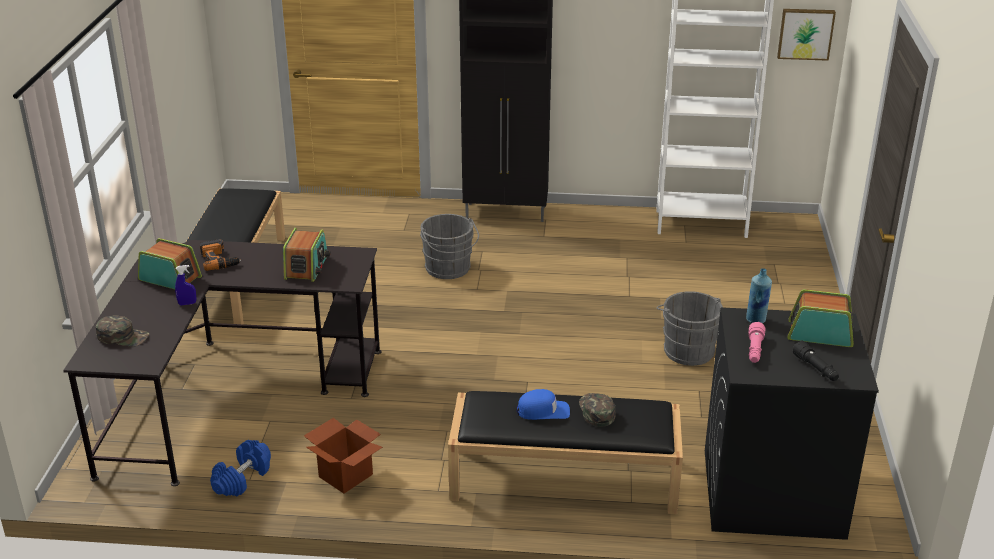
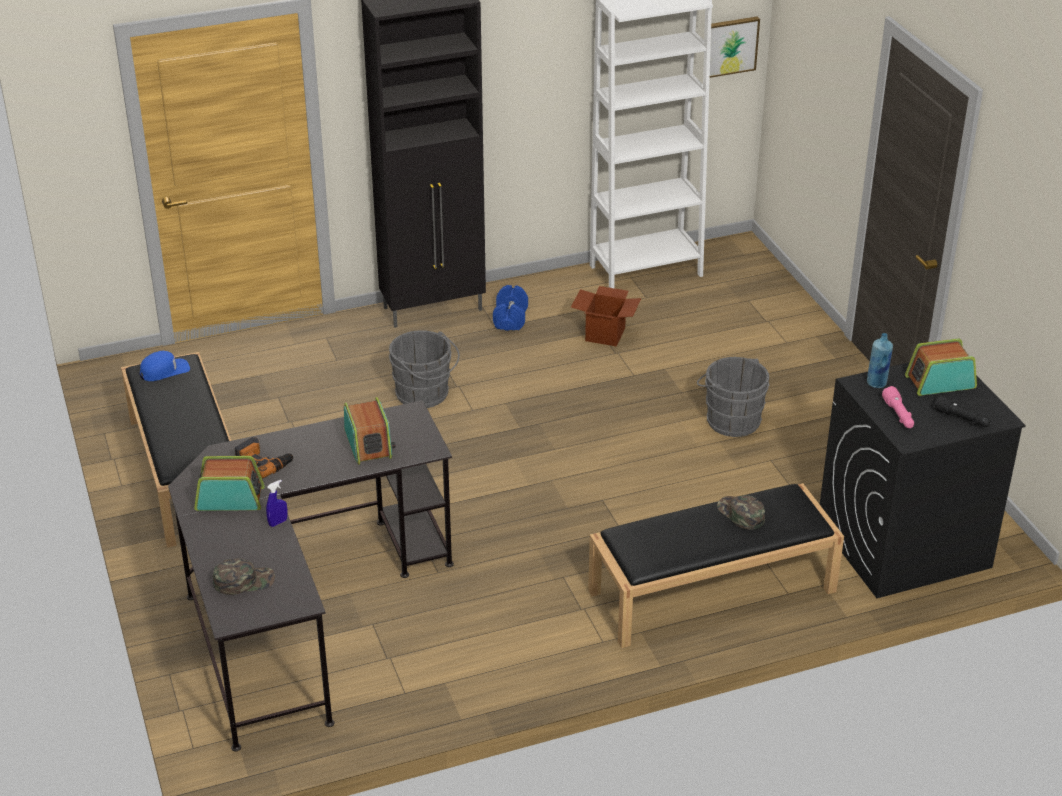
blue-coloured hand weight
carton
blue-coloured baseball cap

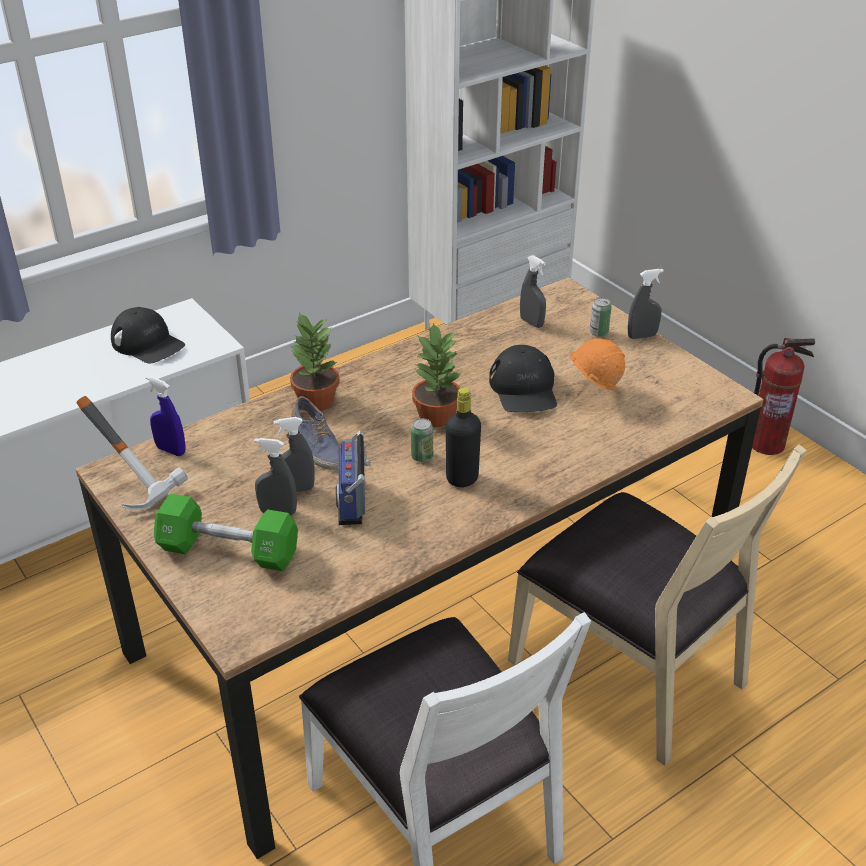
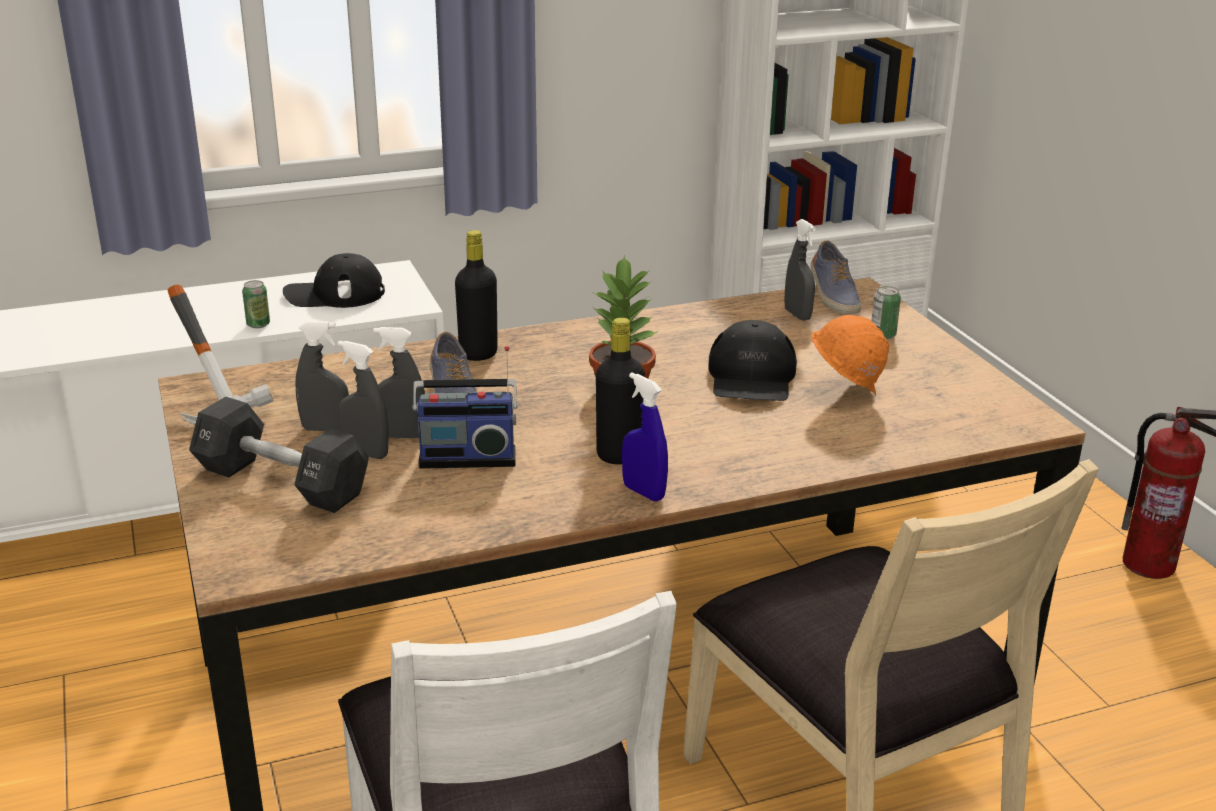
item of footwear (2nd from left)
blue-coloured sprayer
metal can (1st from left)
greyish sprayer (1st from left)
blackish drink bottle (1st from left)
blackish hand weight
blackish baseball cap (1st from left)
radio

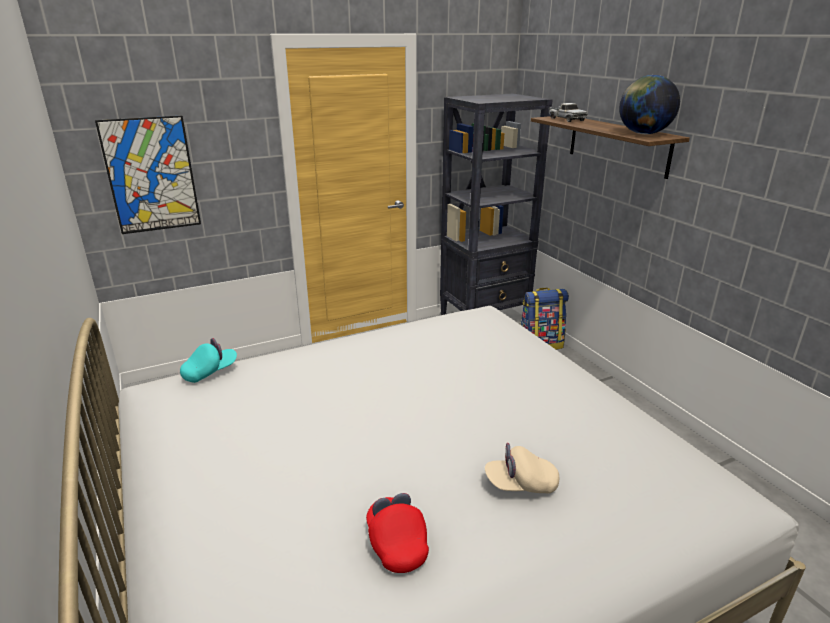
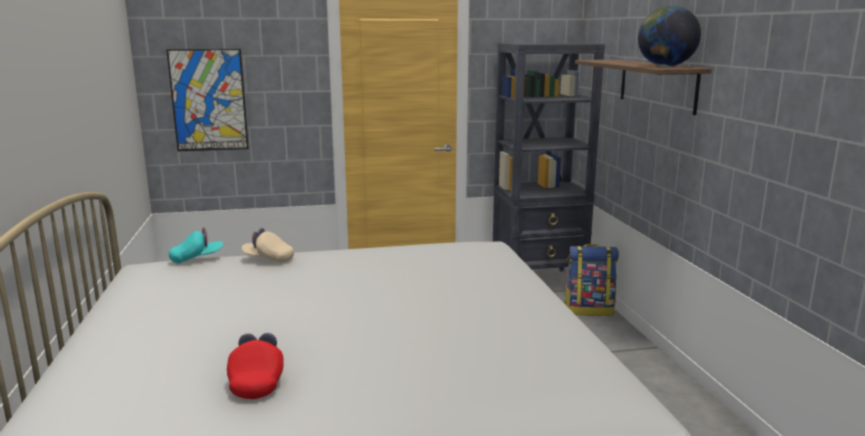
model truck
beige-coloured baseball cap

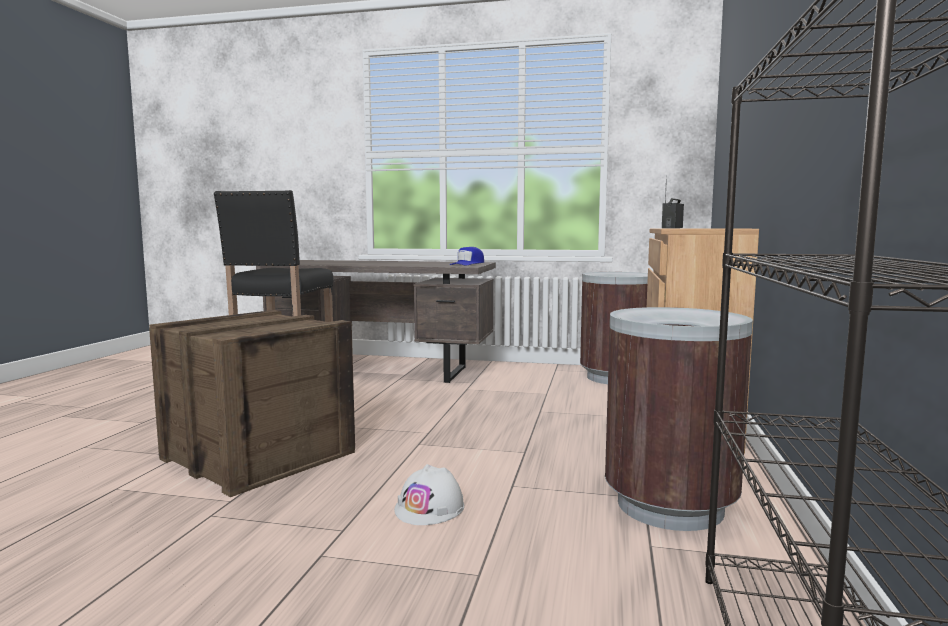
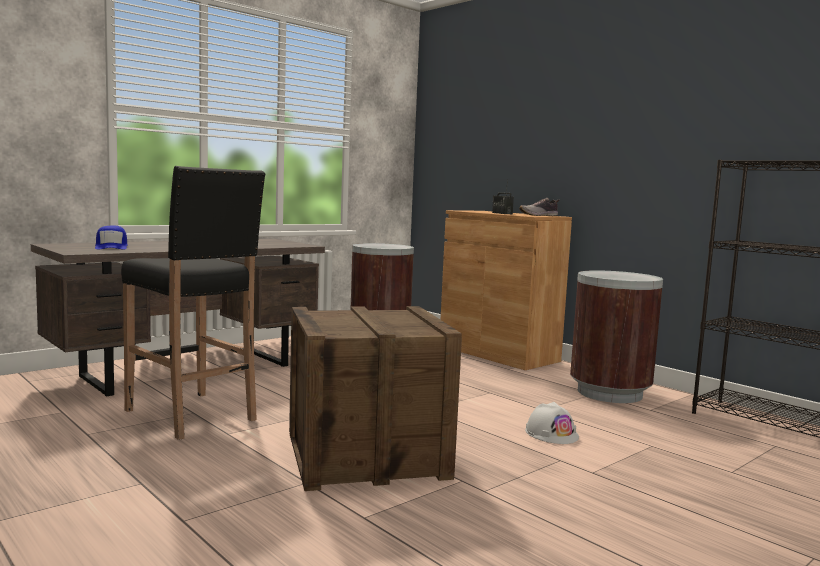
item of footwear
blue-coloured baseball cap

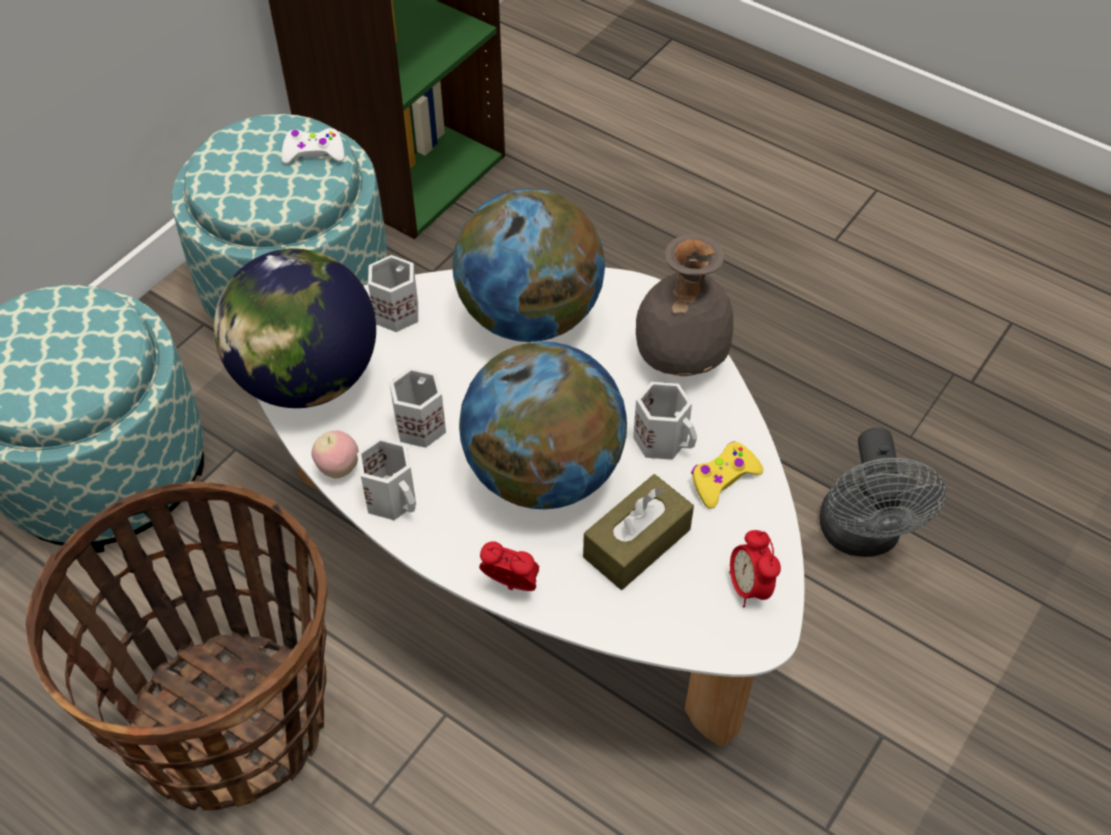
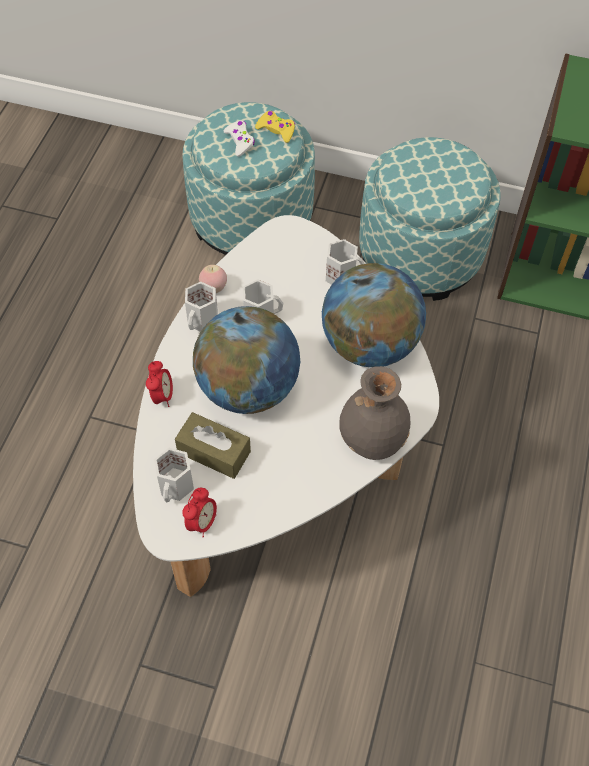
storage basket
globe (1st from left in the first image)
greyish fan
white joypad
white mug (1st from left)
yellow joypad
table clock (2nd from left)

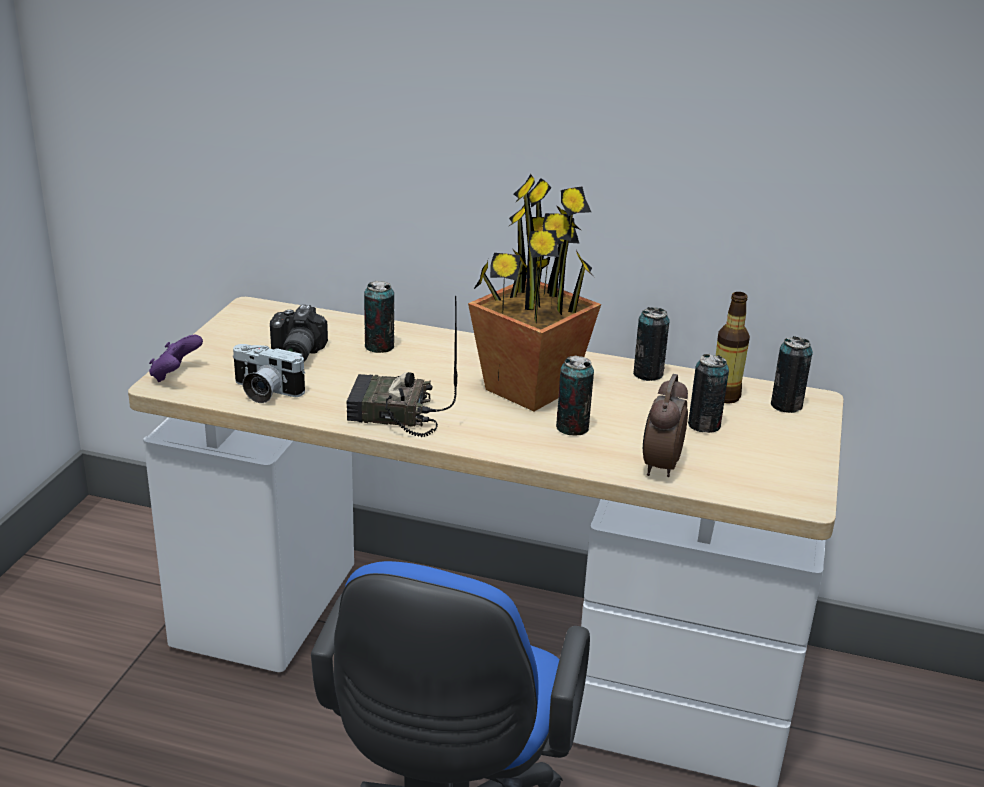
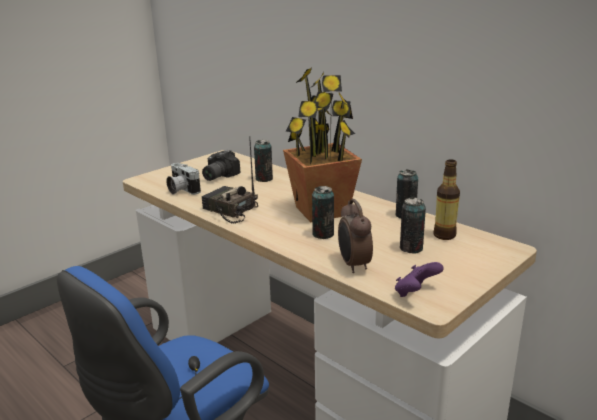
metal can (5th from left in the first image)
purple-coloured joypad
table clock

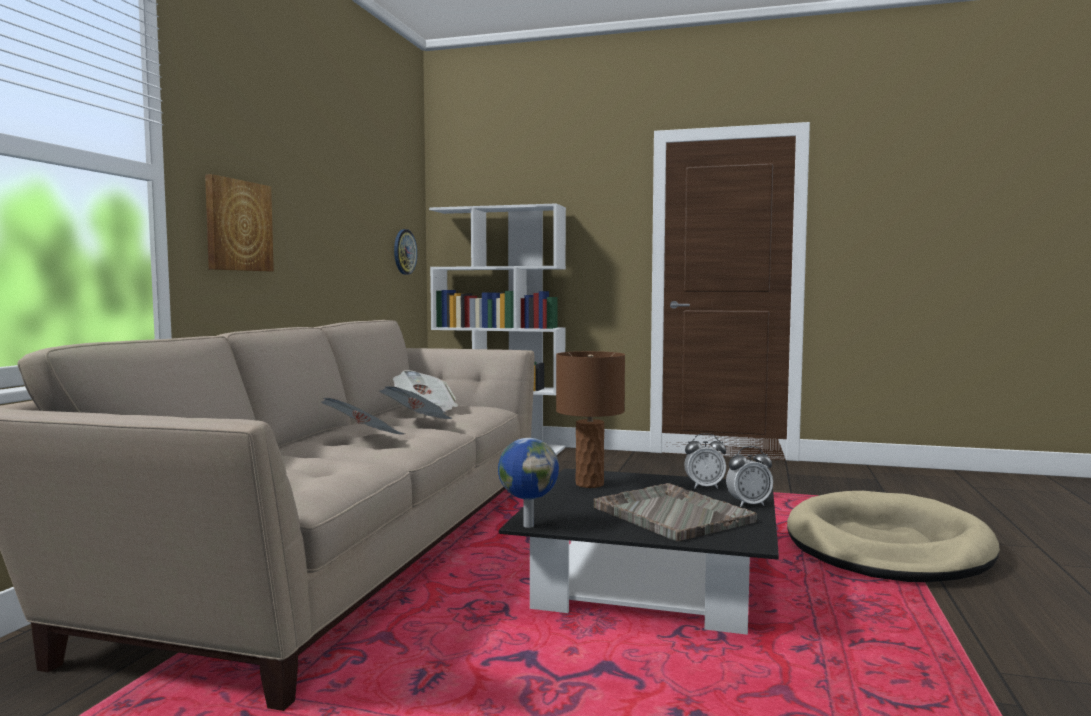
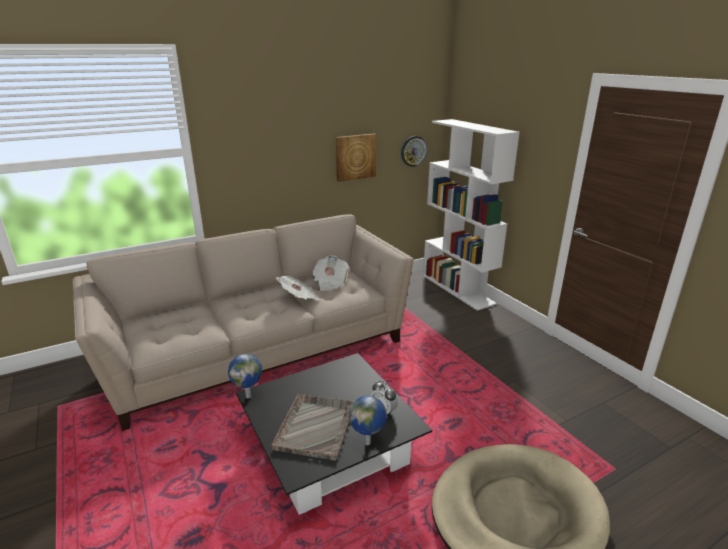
printed paper (1st from left in the first image)
brown-coloured tabletop lamp
picture
globe (2nd from left)

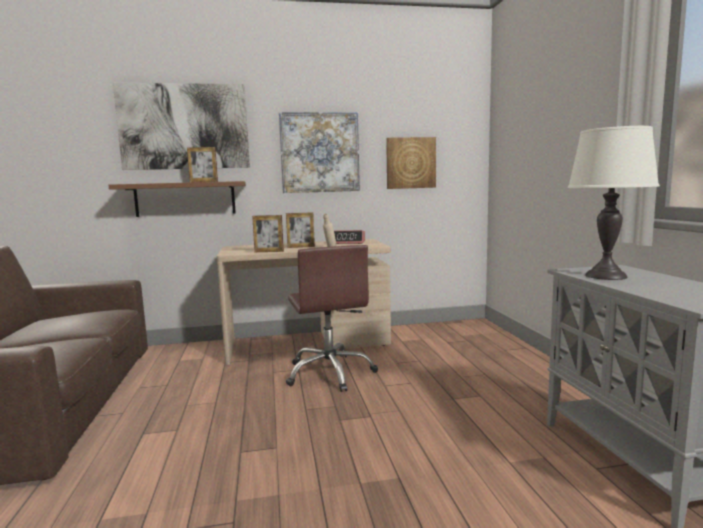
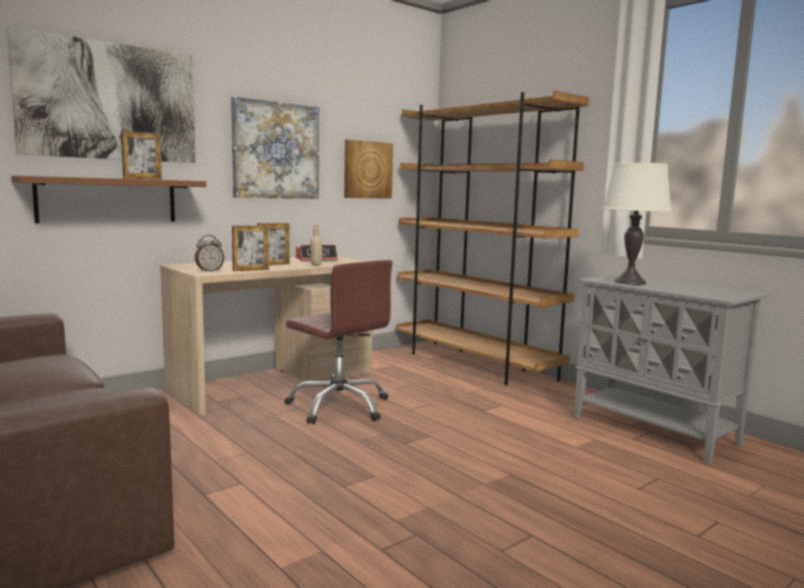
table clock (1st from left)
brown-coloured shelving unit

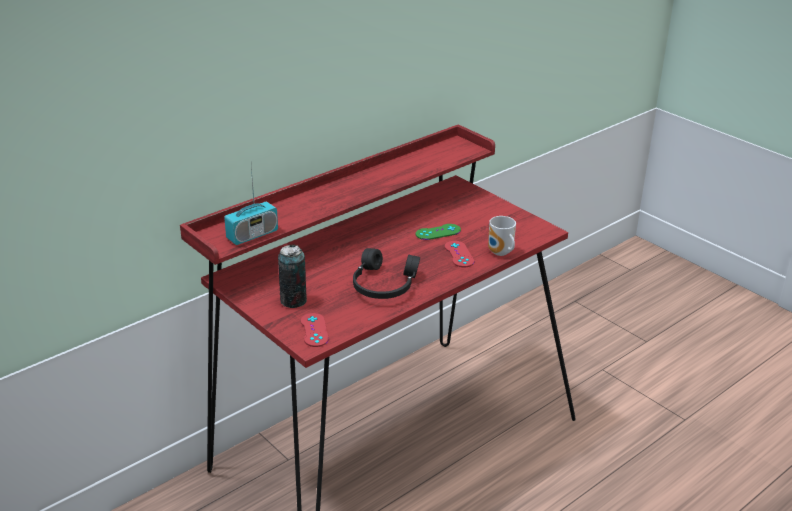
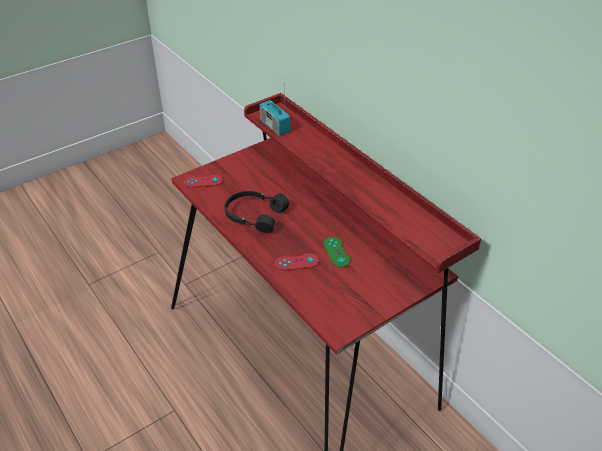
metal can
mug

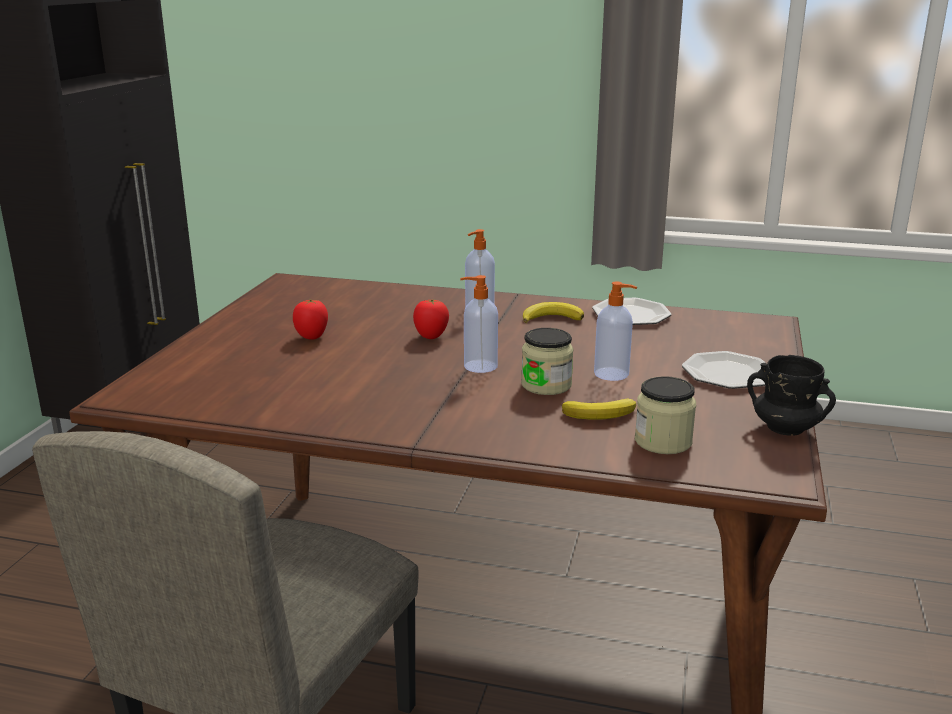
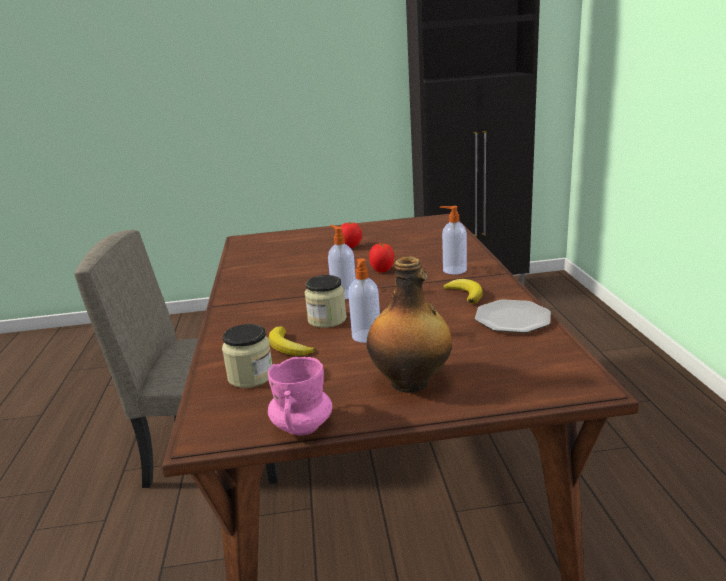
drink bottle
pinkish mug

